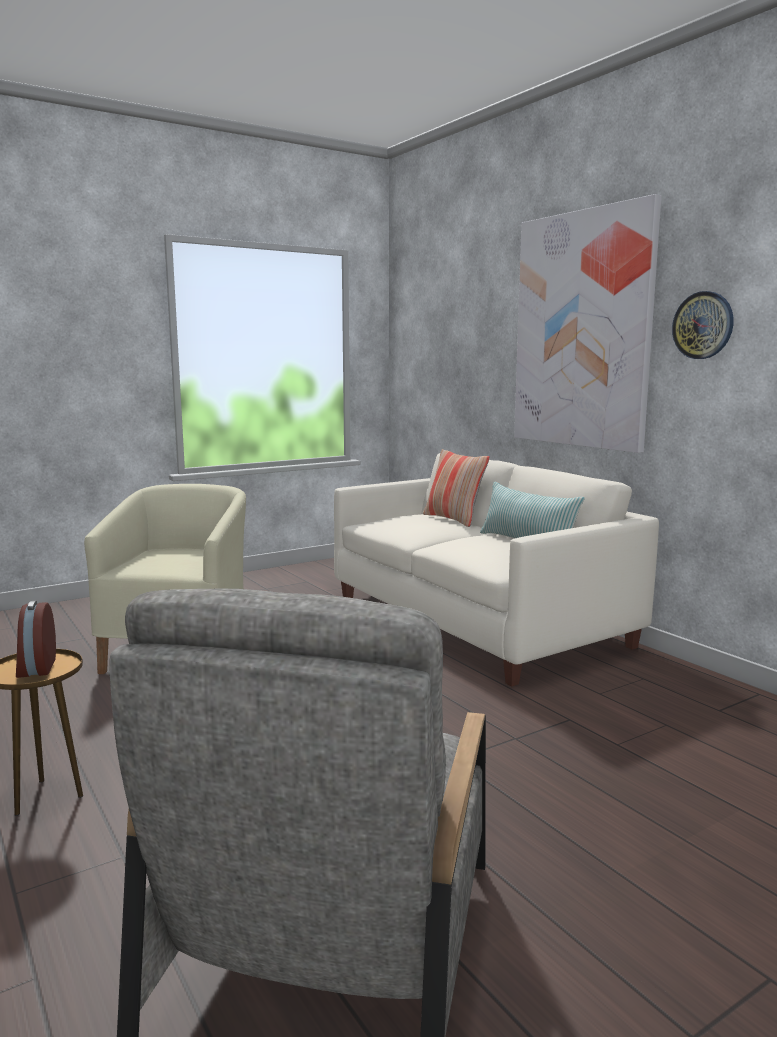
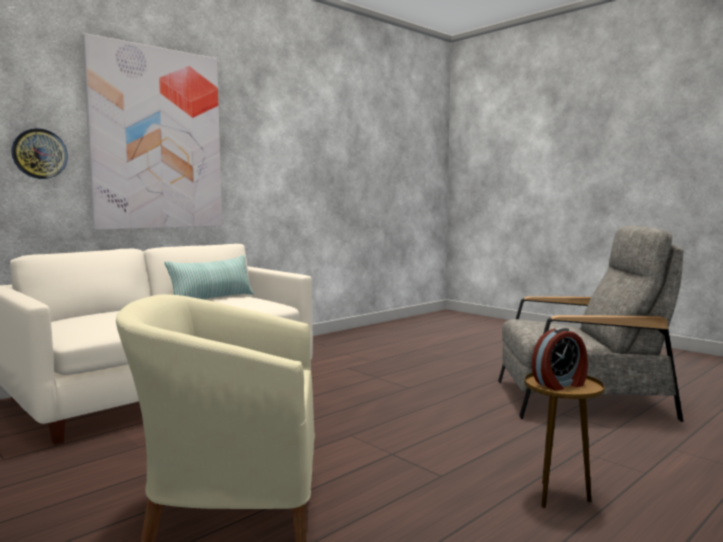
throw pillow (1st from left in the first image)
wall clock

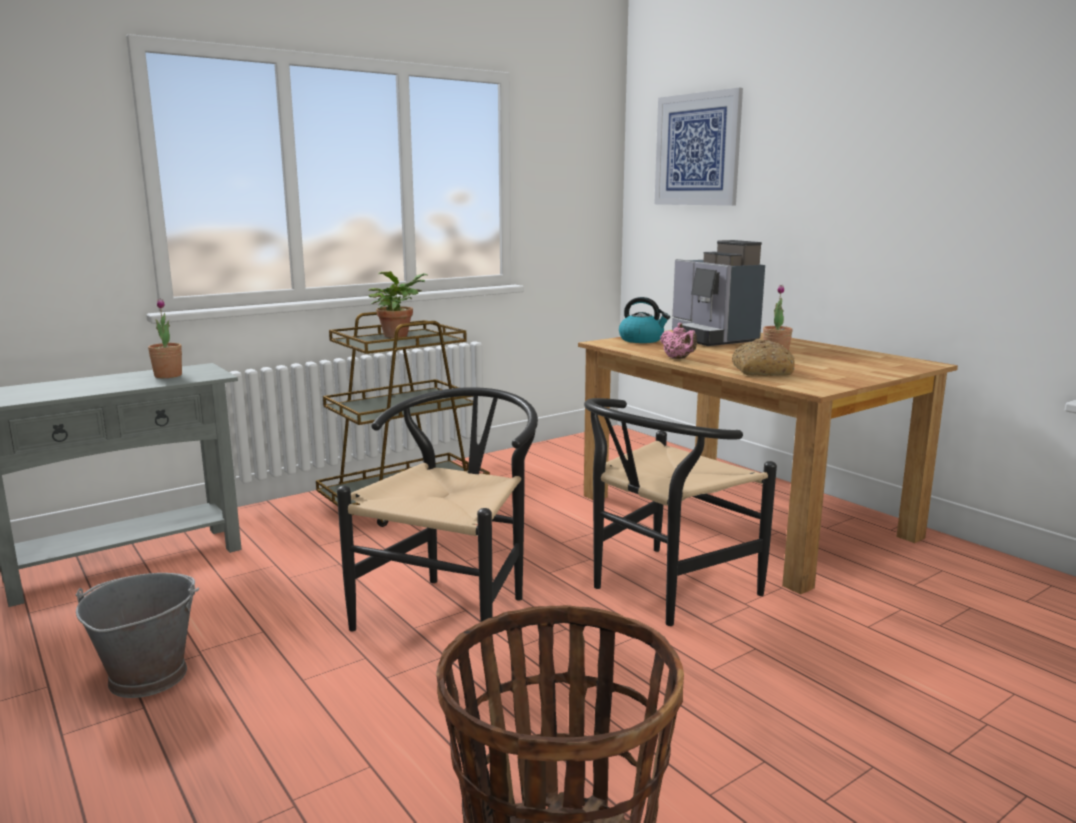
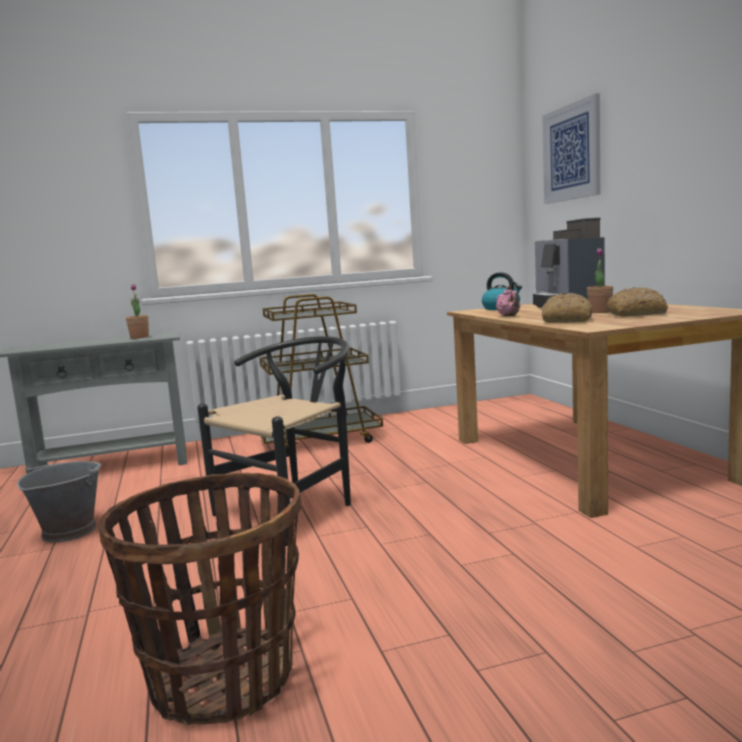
plant in a pot (2nd from left in the first image)
blackish plain chair (2nd from left in the first image)
bread (2nd from left)

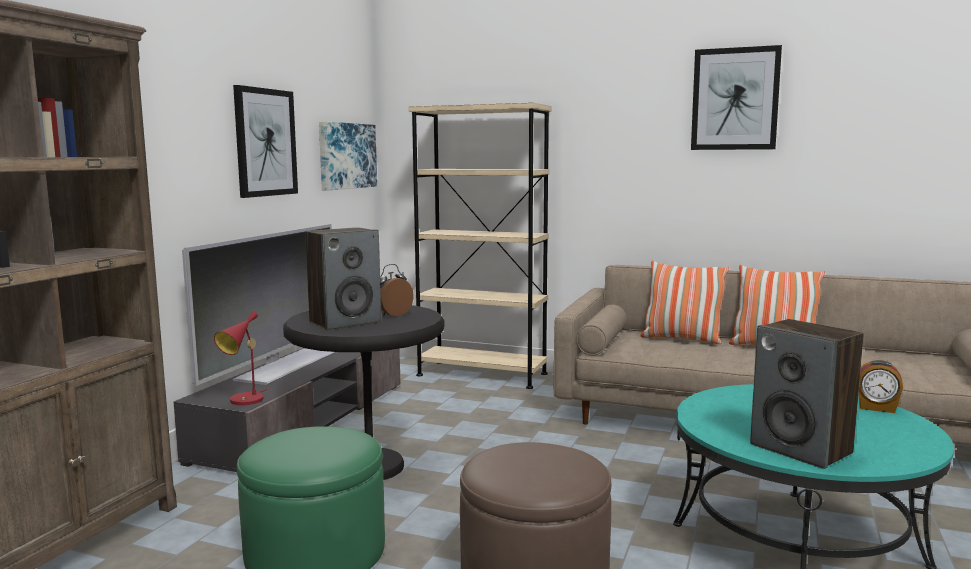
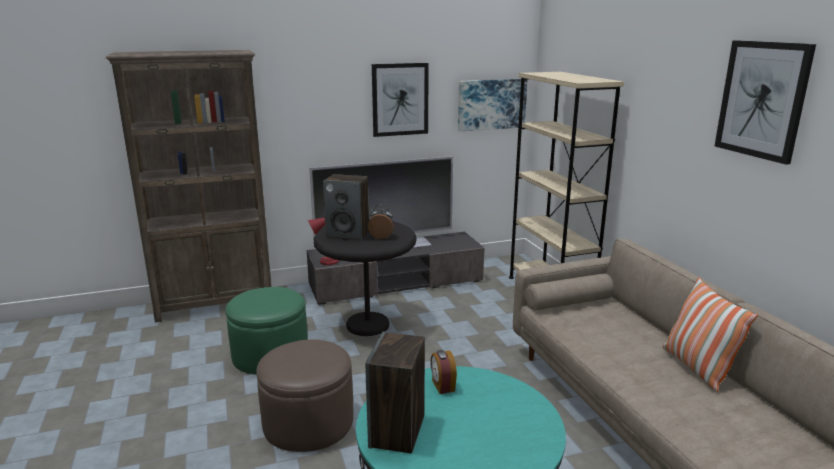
throw pillow (1st from left in the first image)
table clock (2nd from left)

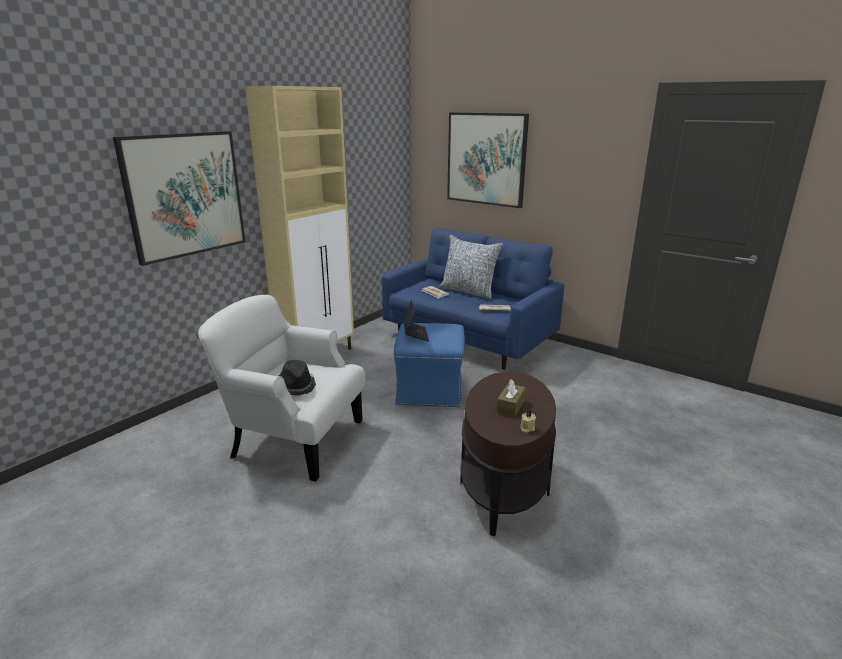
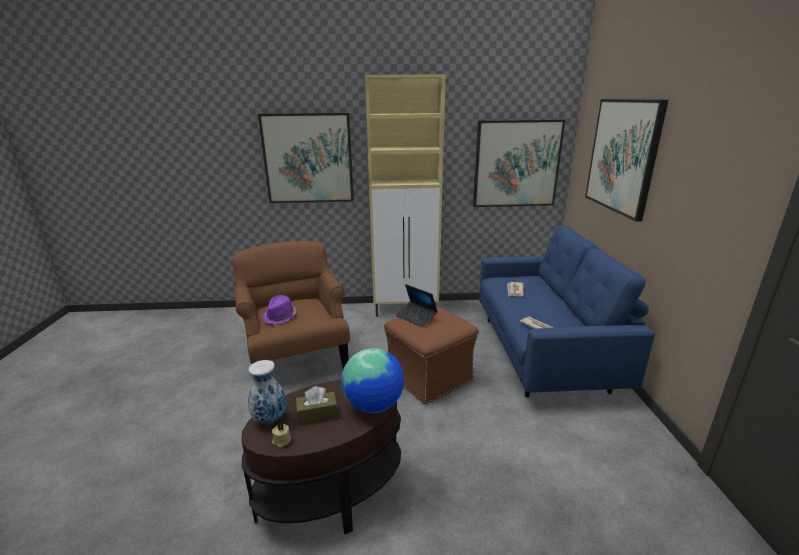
throw pillow
decorative vase
globe
picture (2nd from left)
brown-coloured armchair
purple-coloured wearable hat
brown-coloured pouffe
notebook computer

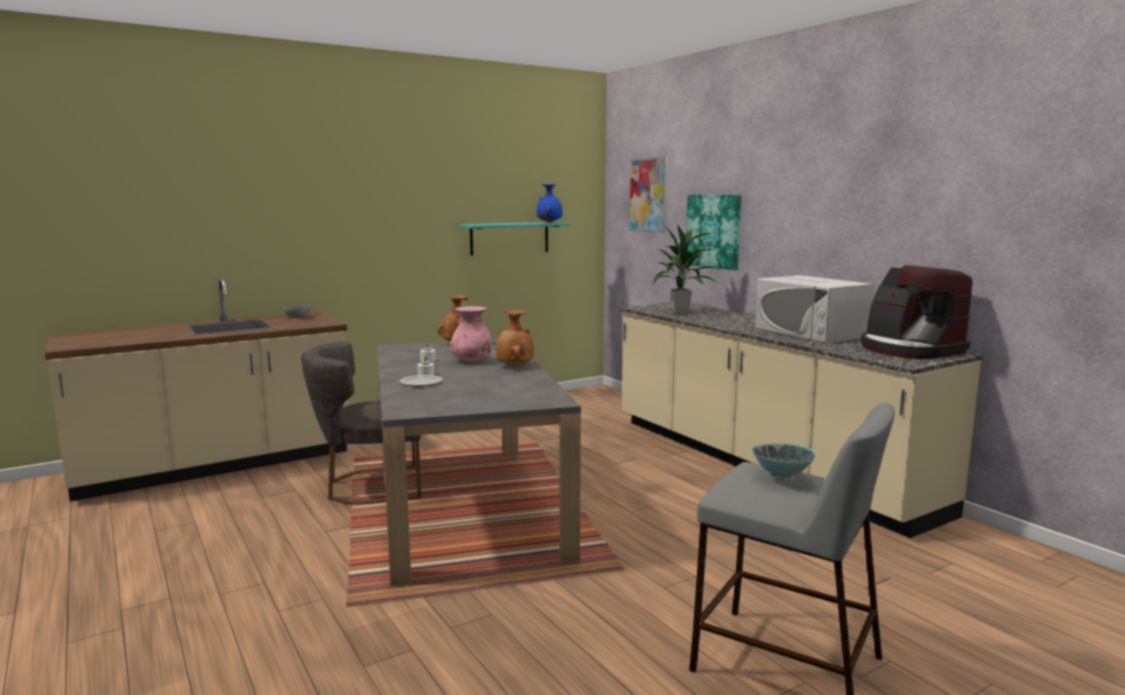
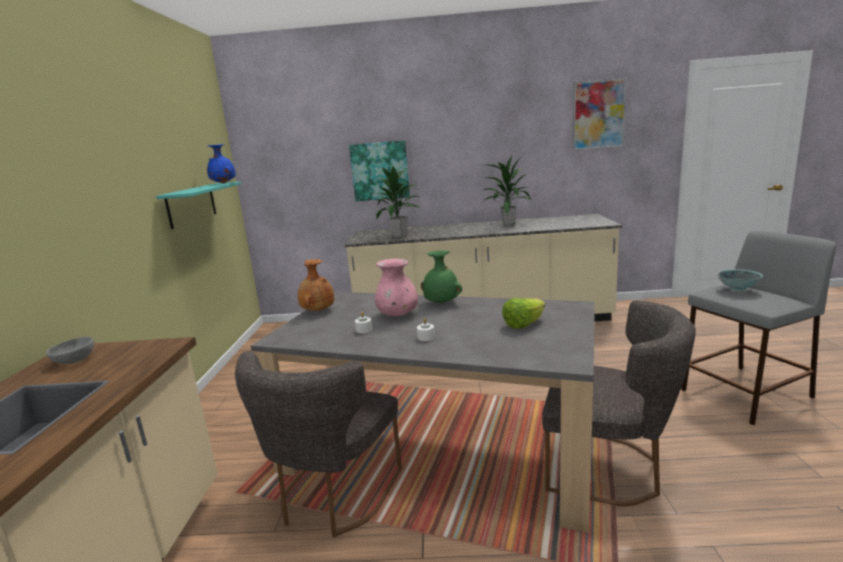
plate
coffee maker
lettuce head
greyish plain chair (2nd from left)
picture (2nd from left)
plant in a pot (2nd from left)
greenish decorative vase

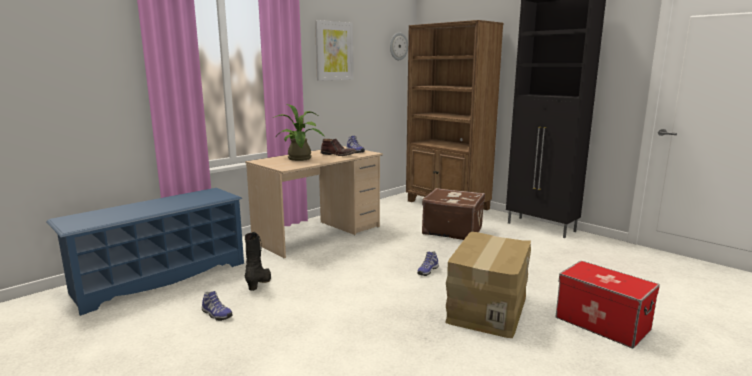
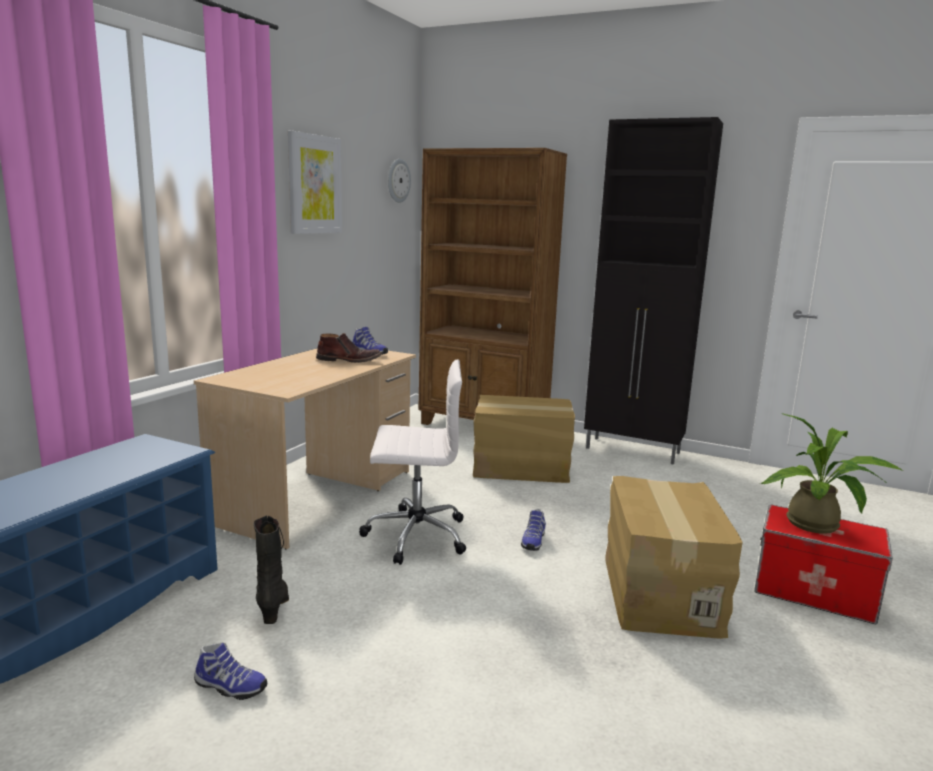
white desk chair
plant in a pot
carton (1st from left)

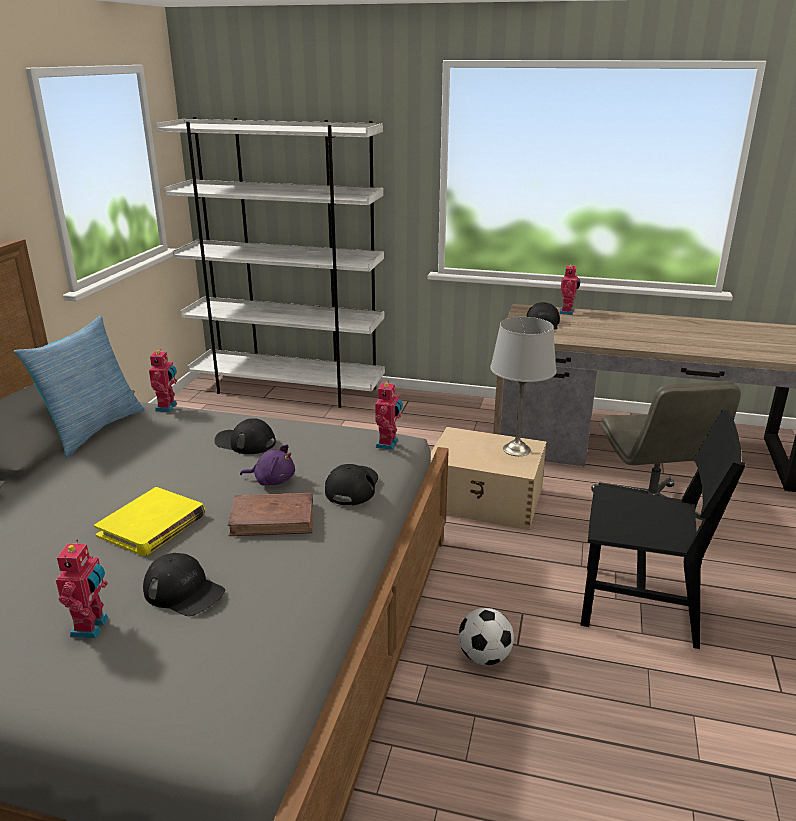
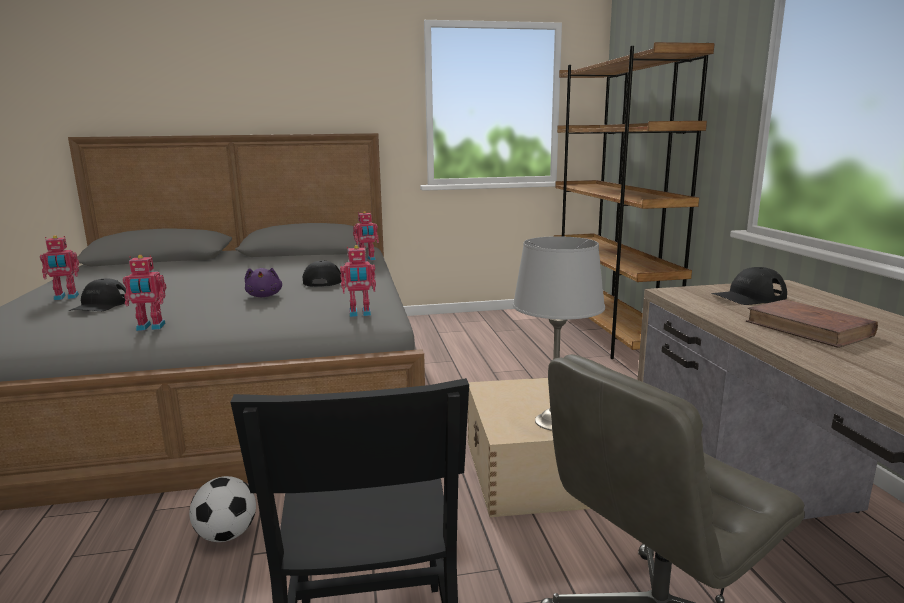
throw pillow
yellow volume
blackish baseball cap (3rd from left in the first image)
brown-coloured volume
model robot (2nd from left)
brown-coloured shelving unit

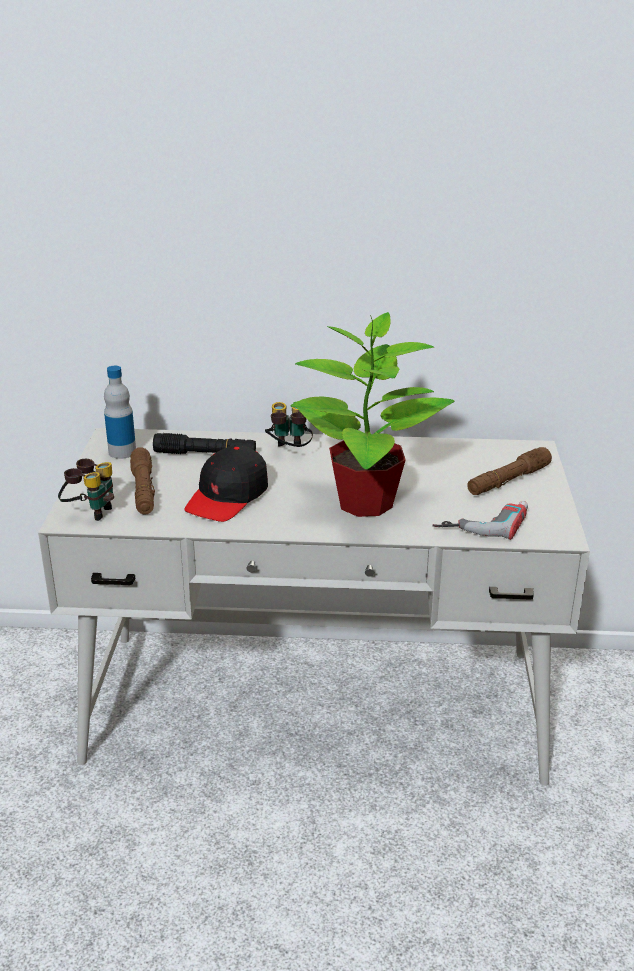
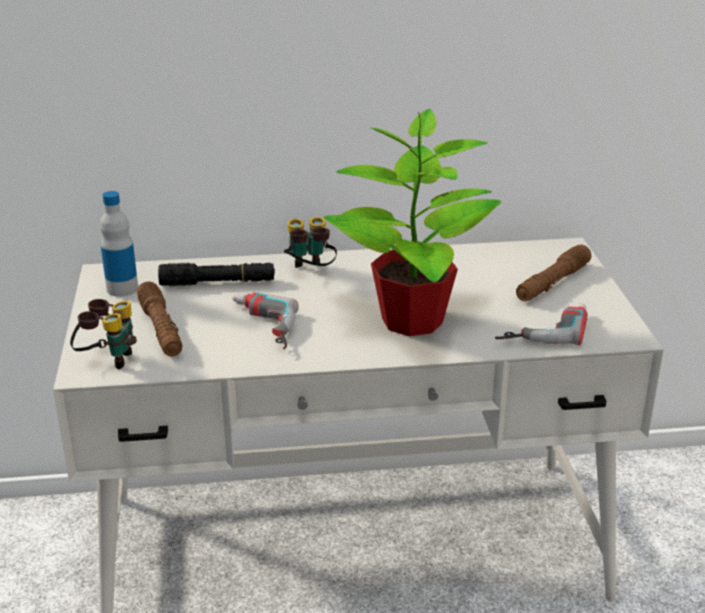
electric drill (1st from left)

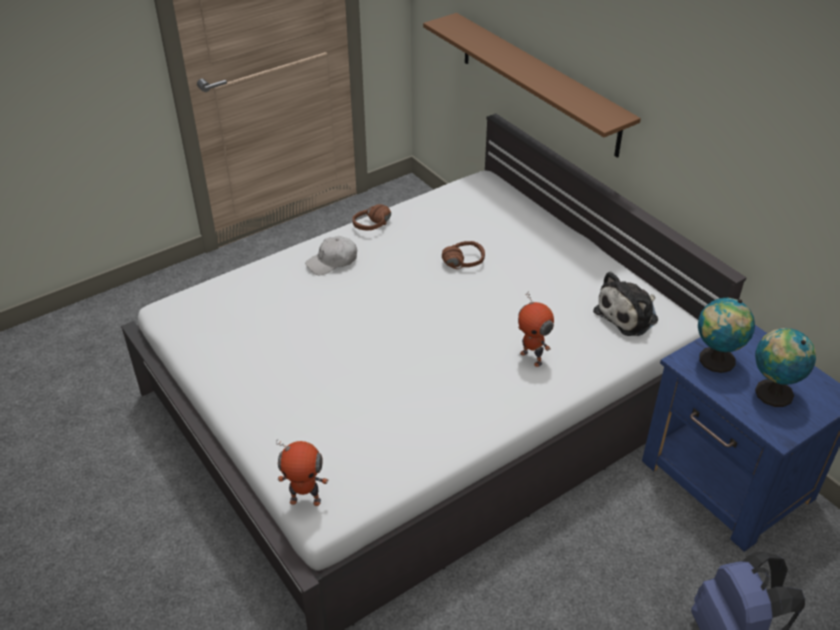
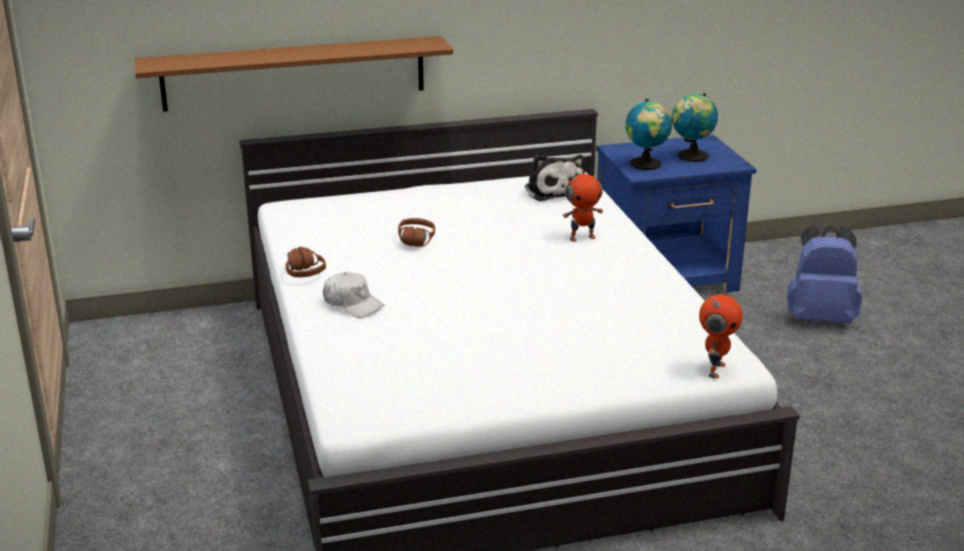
white baseball cap

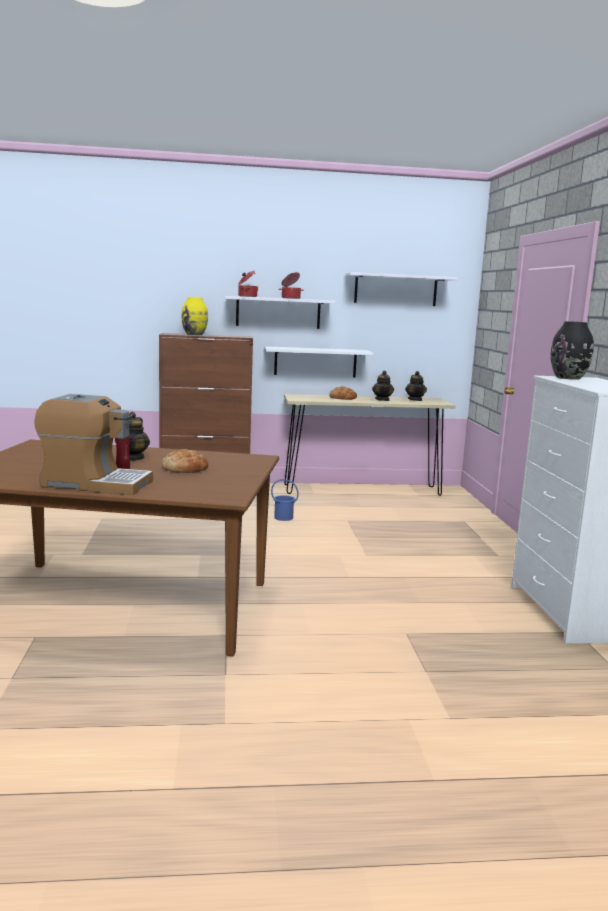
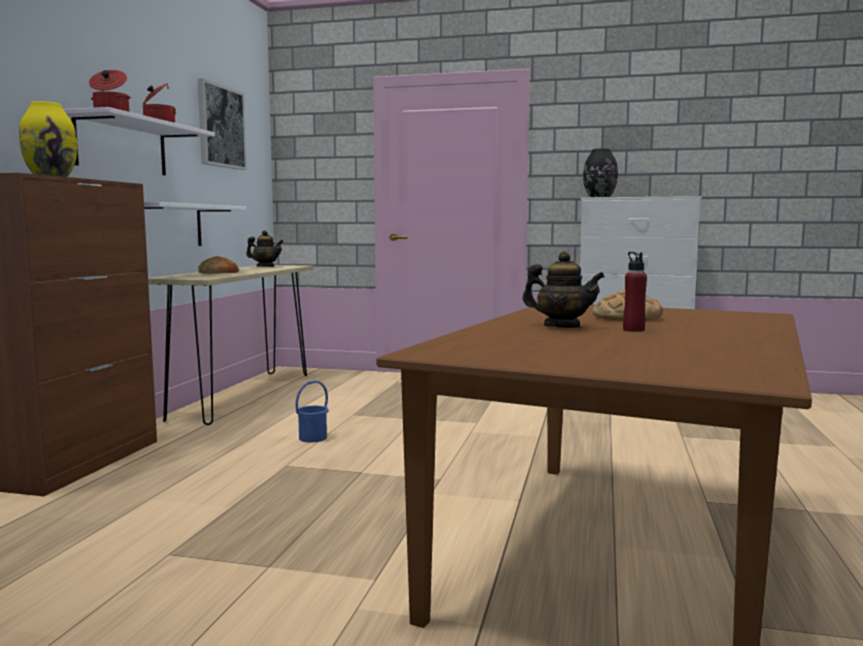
coffee maker
pot for tea (2nd from left in the first image)
picture

